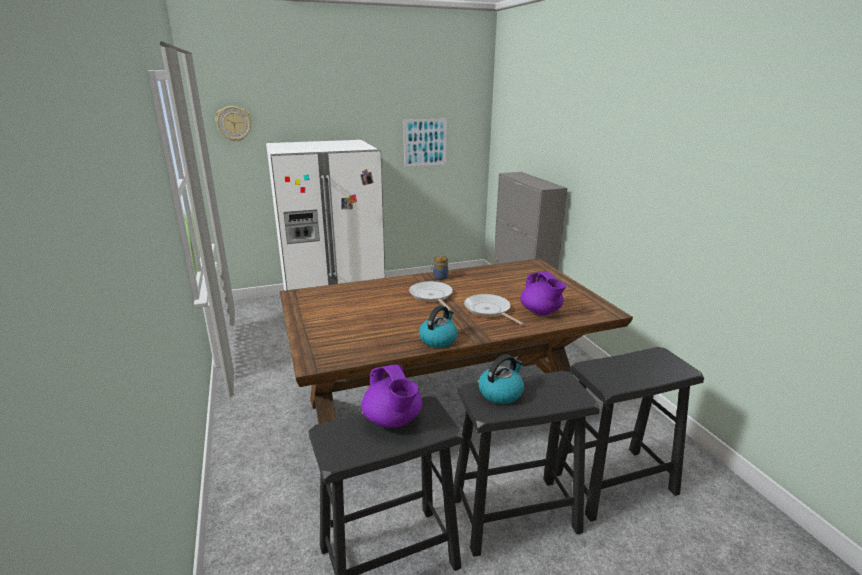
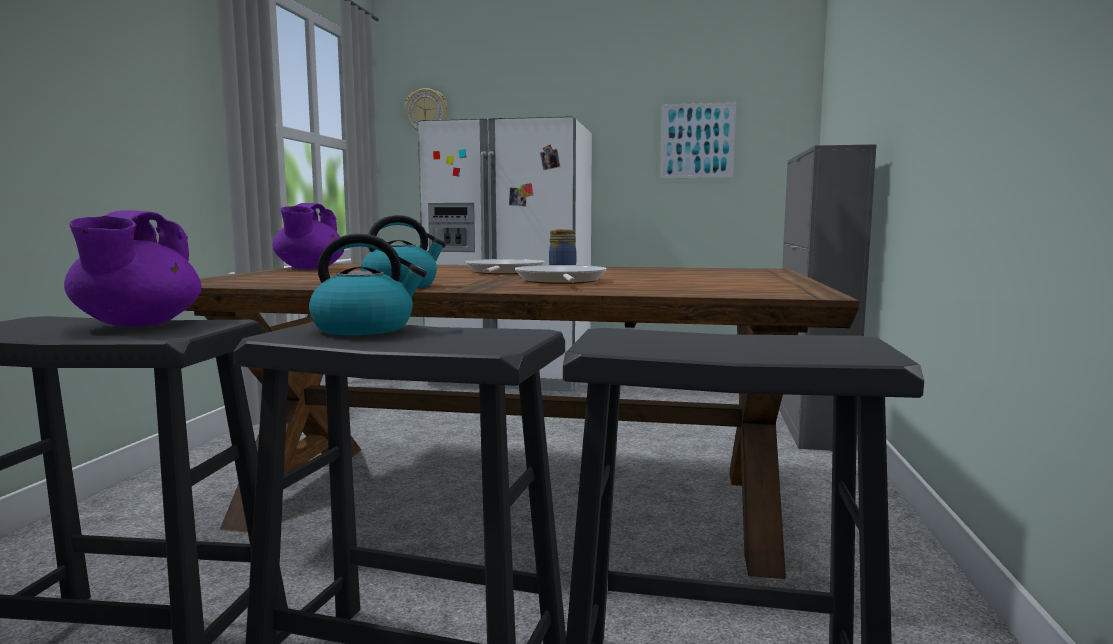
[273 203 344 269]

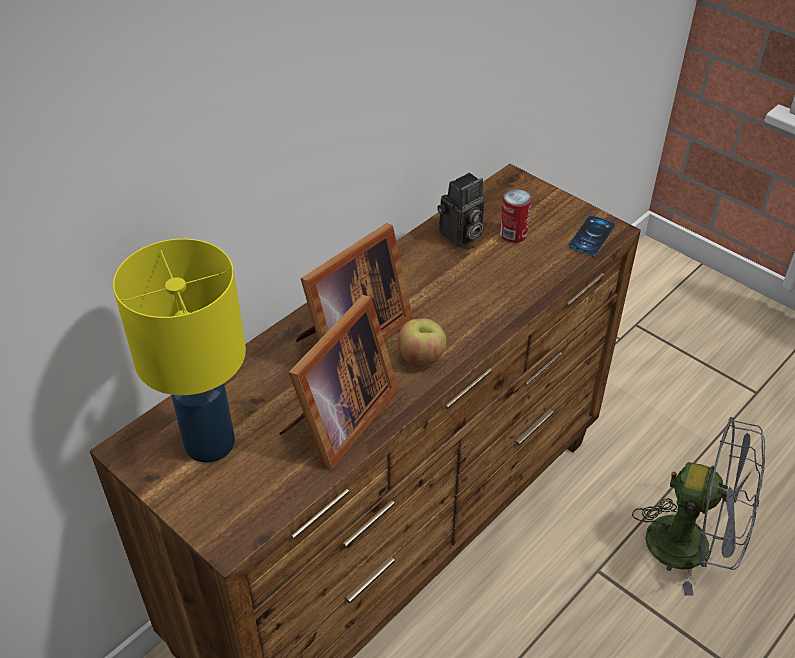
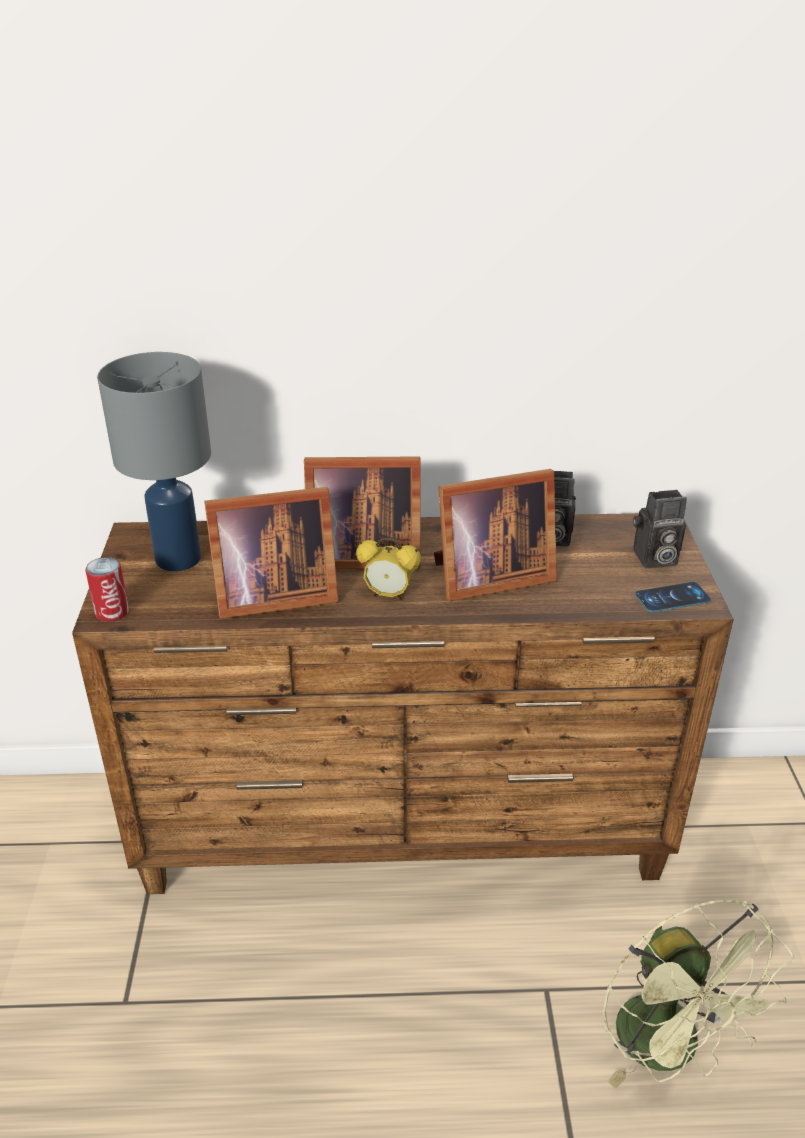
[434 469 557 601]
[633 490 687 568]
[85 557 129 622]
[356 537 421 600]
[97 352 211 571]
[603 899 794 1089]

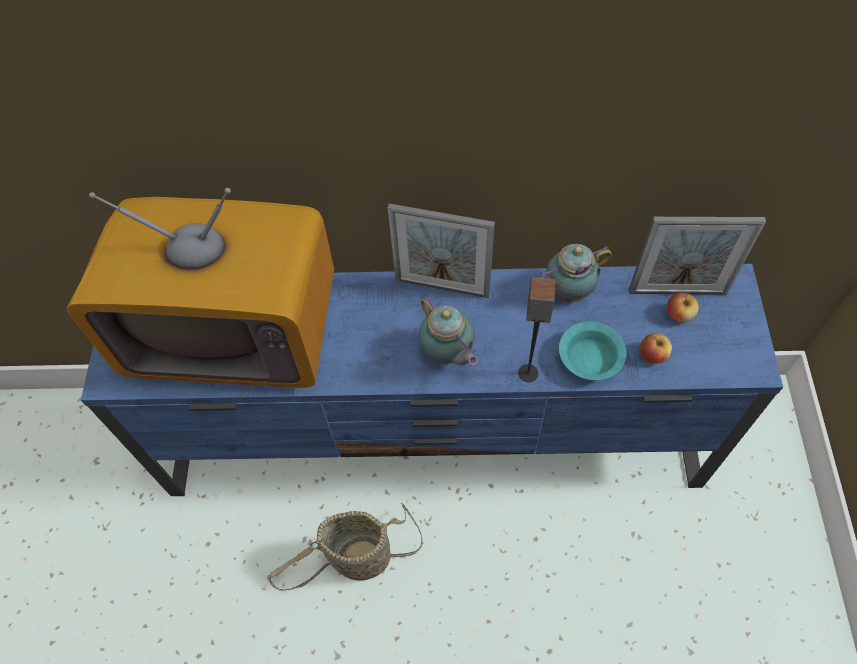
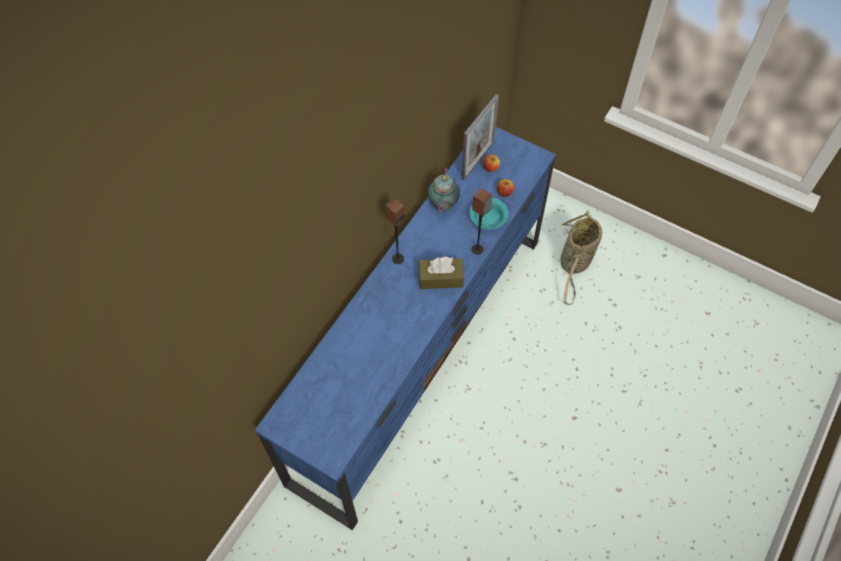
[67 188 334 388] (first image)
[560 211 602 305]
[385 197 405 264]
[418 256 464 289]

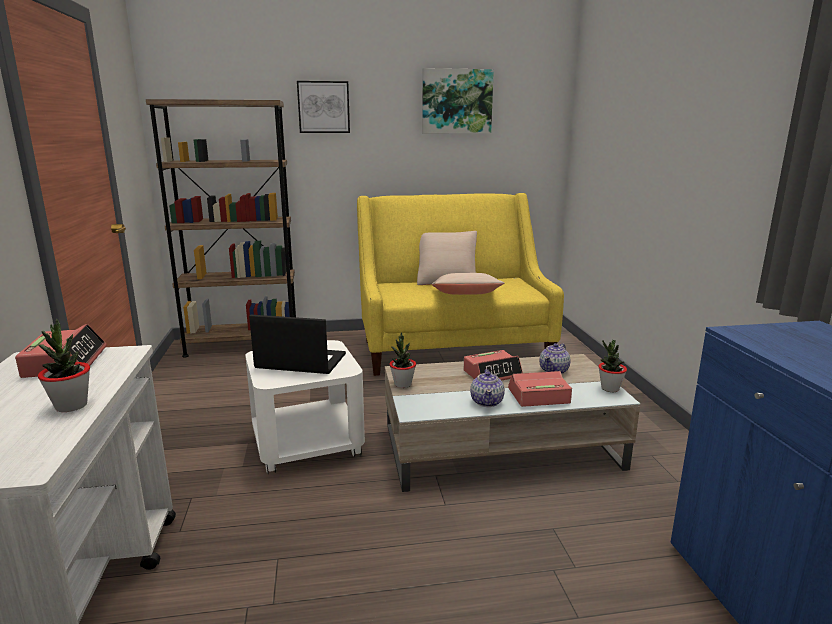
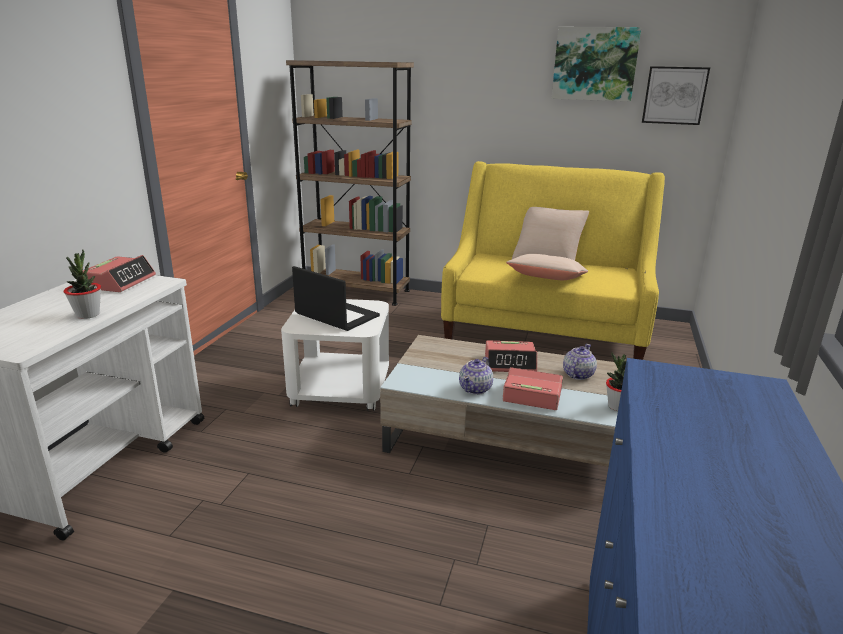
[389 332 416 388] (first image)
[642 66 710 125]
[563 344 597 380]

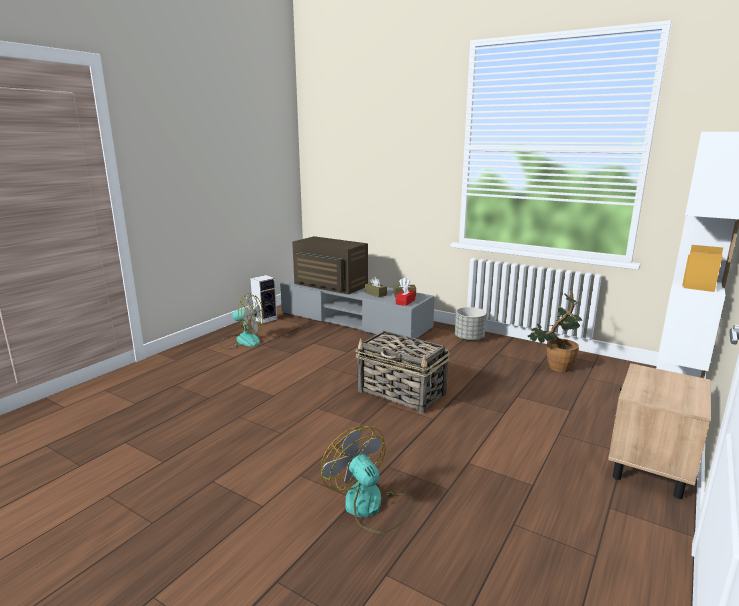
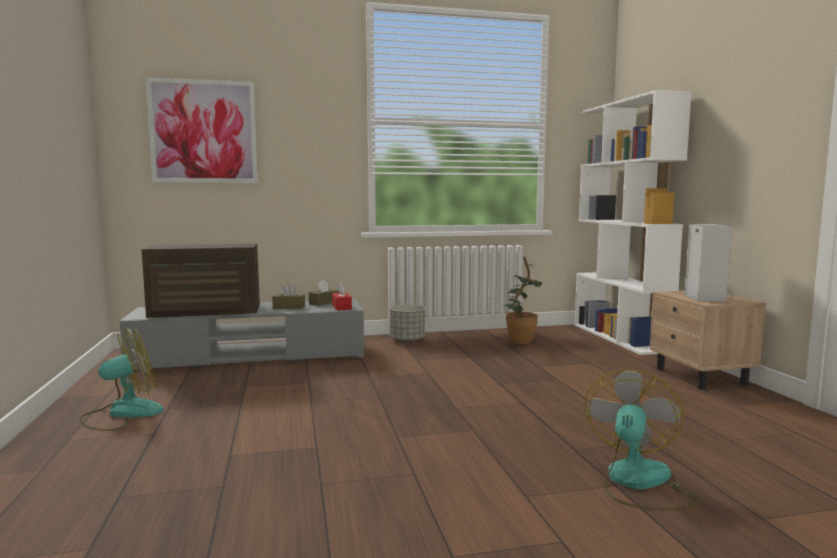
[355 331 450 414] (first image)
[145 77 258 183]
[685 224 732 301]
[585 370 700 510]

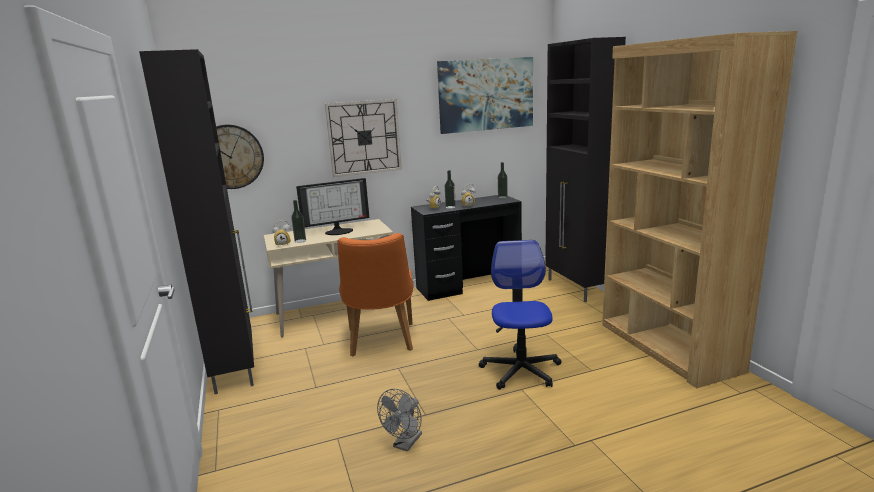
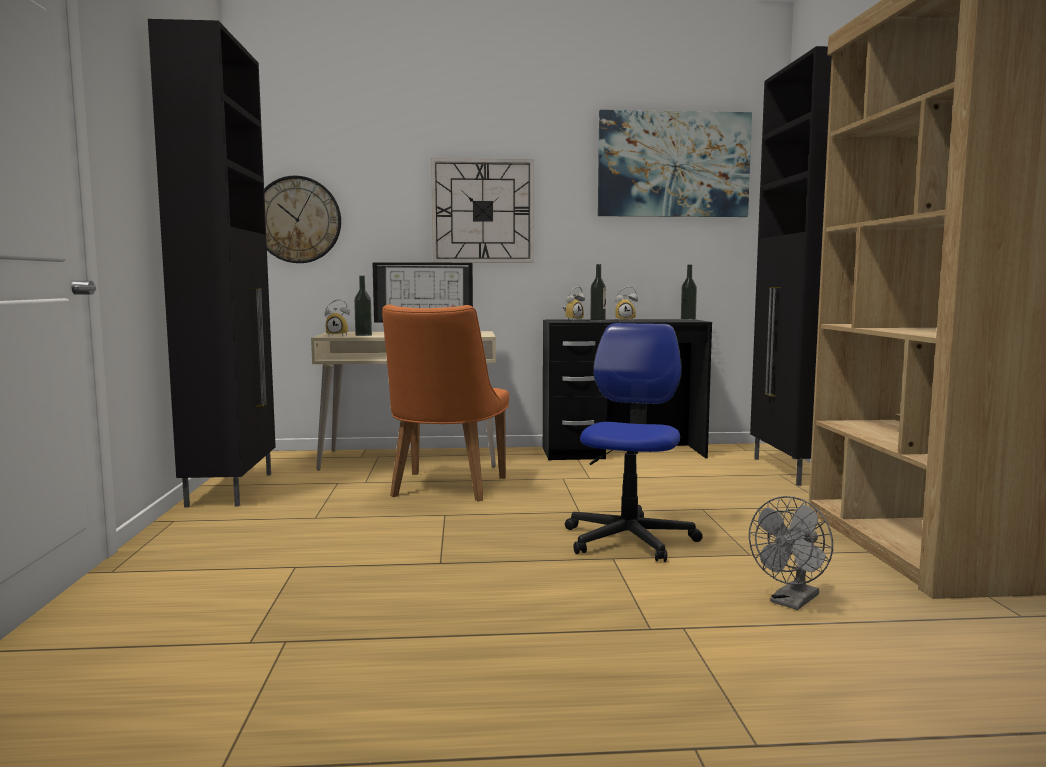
[749 496 833 610]

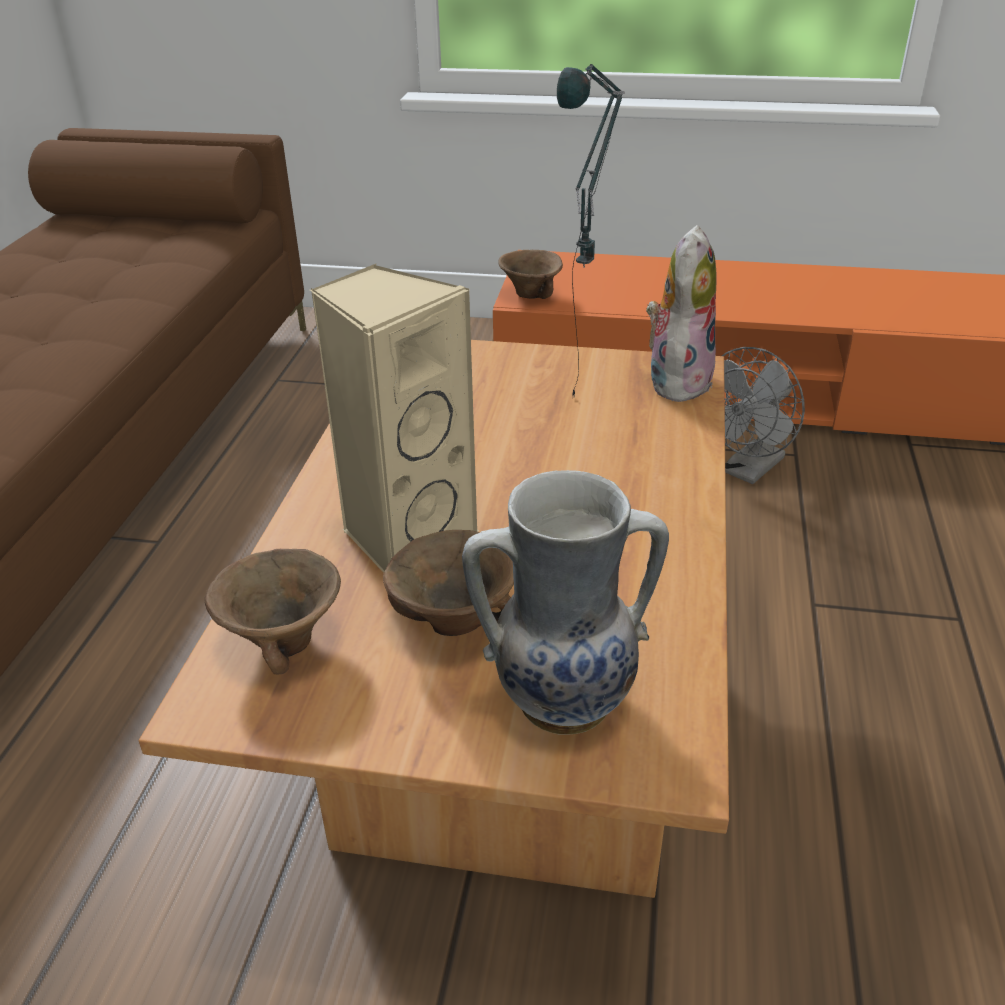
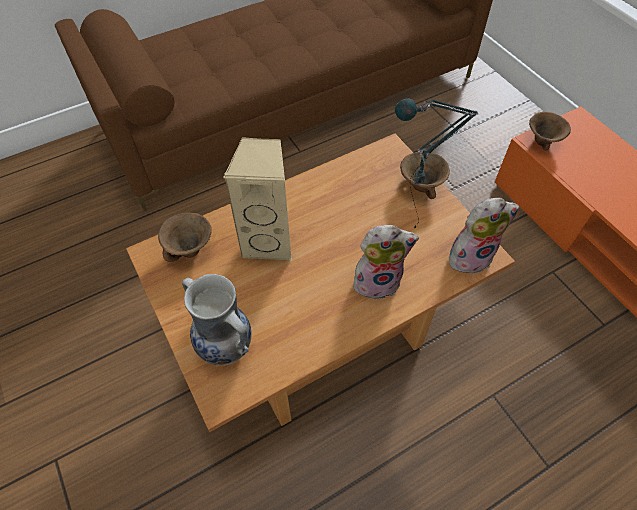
[722 347 805 484] (first image)
[353 225 419 300]
[400 151 450 199]

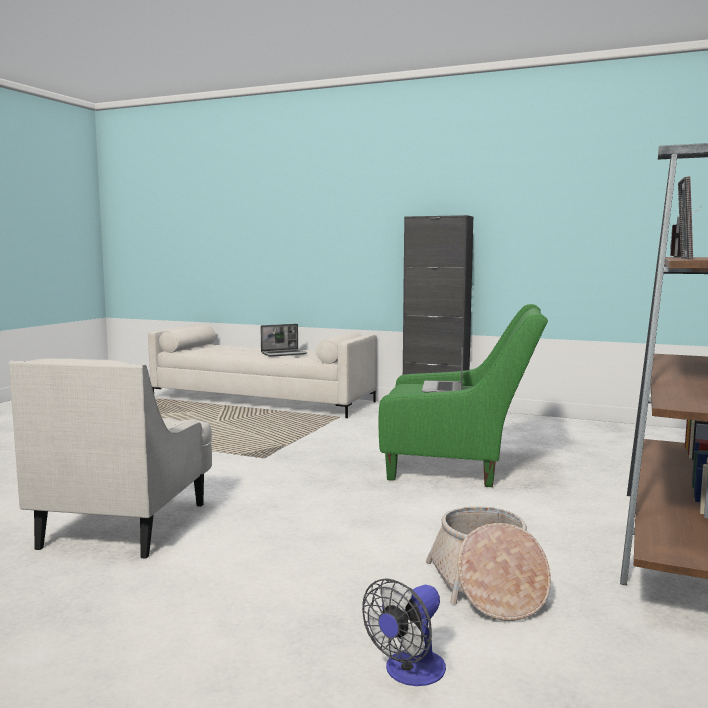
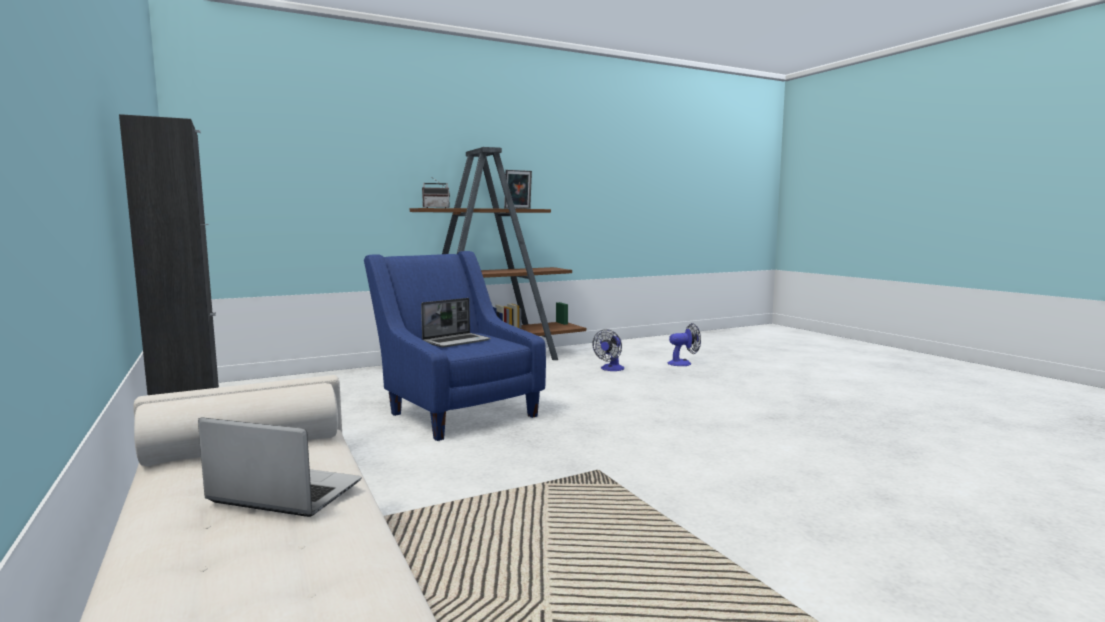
[9 358 212 559] (first image)
[593 329 624 371]
[364 251 546 441]

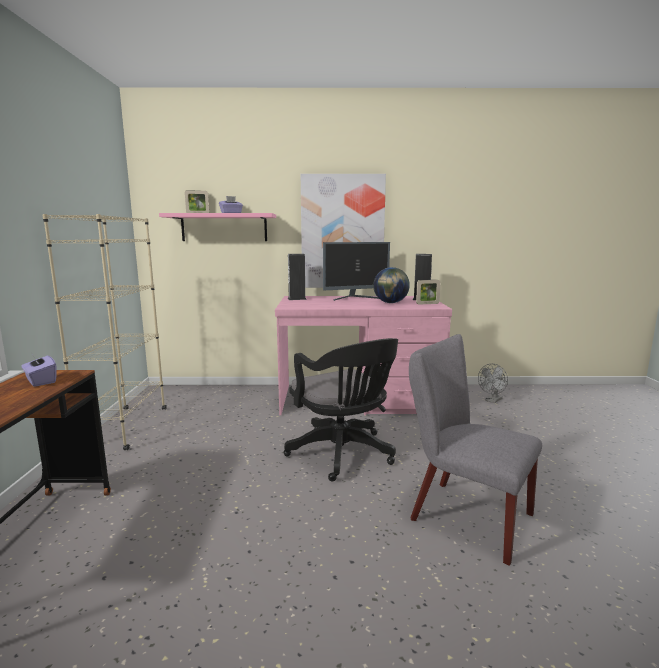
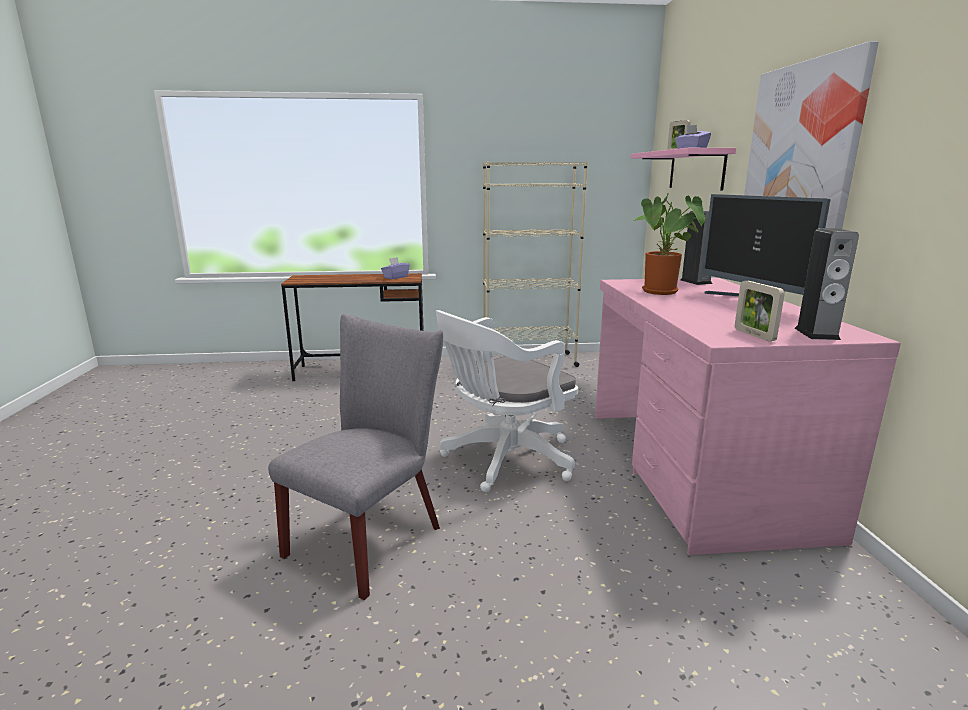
[373 267 410 303] (first image)
[478 364 508 403] (first image)
[632 194 705 295]
[436 310 578 492]

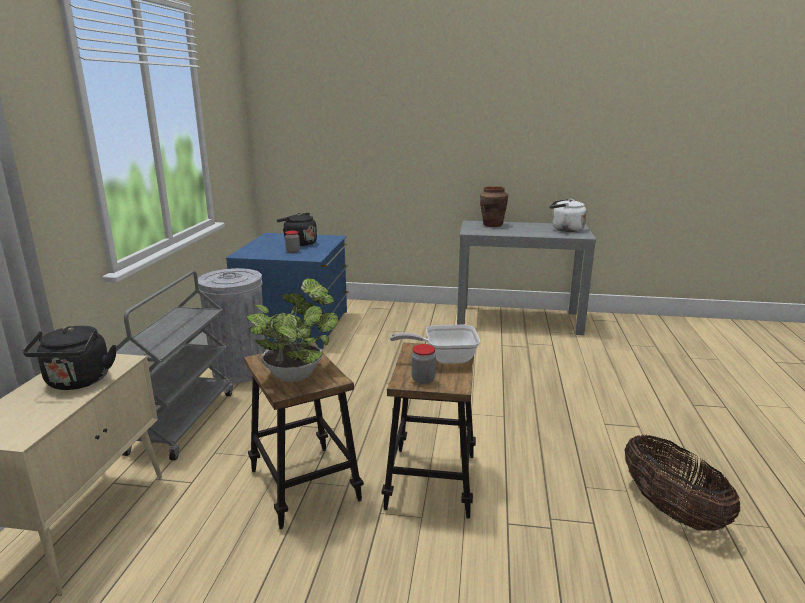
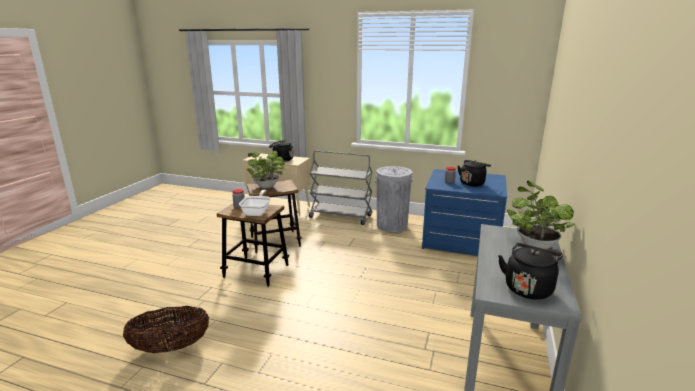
[507 181 575 250]
[498 243 563 300]

